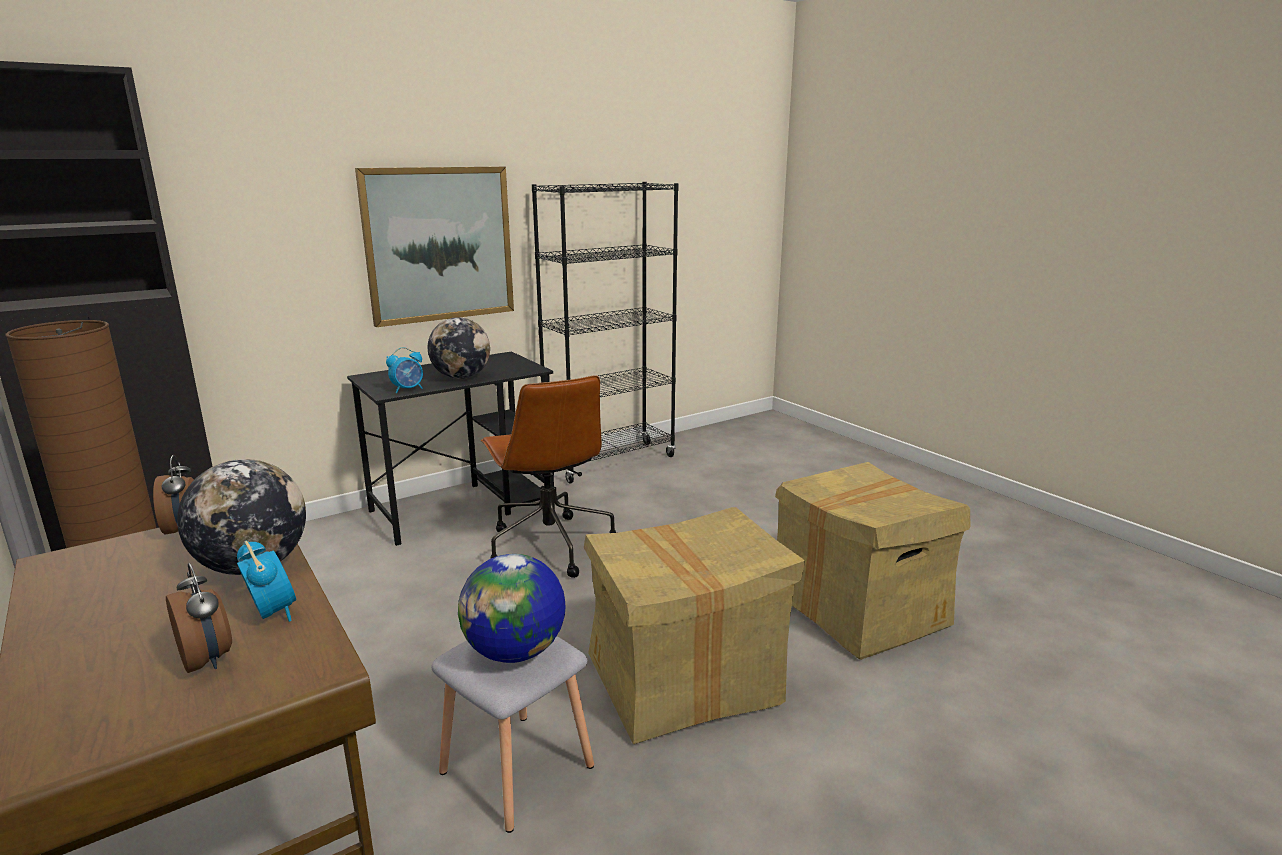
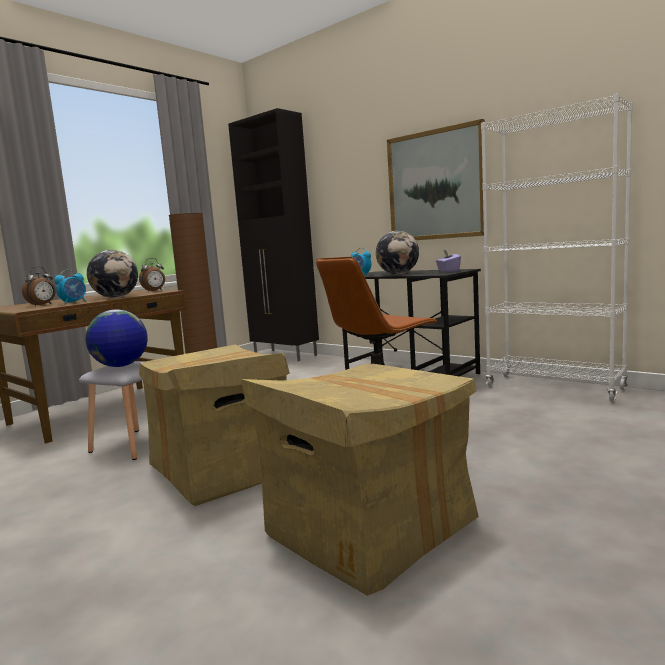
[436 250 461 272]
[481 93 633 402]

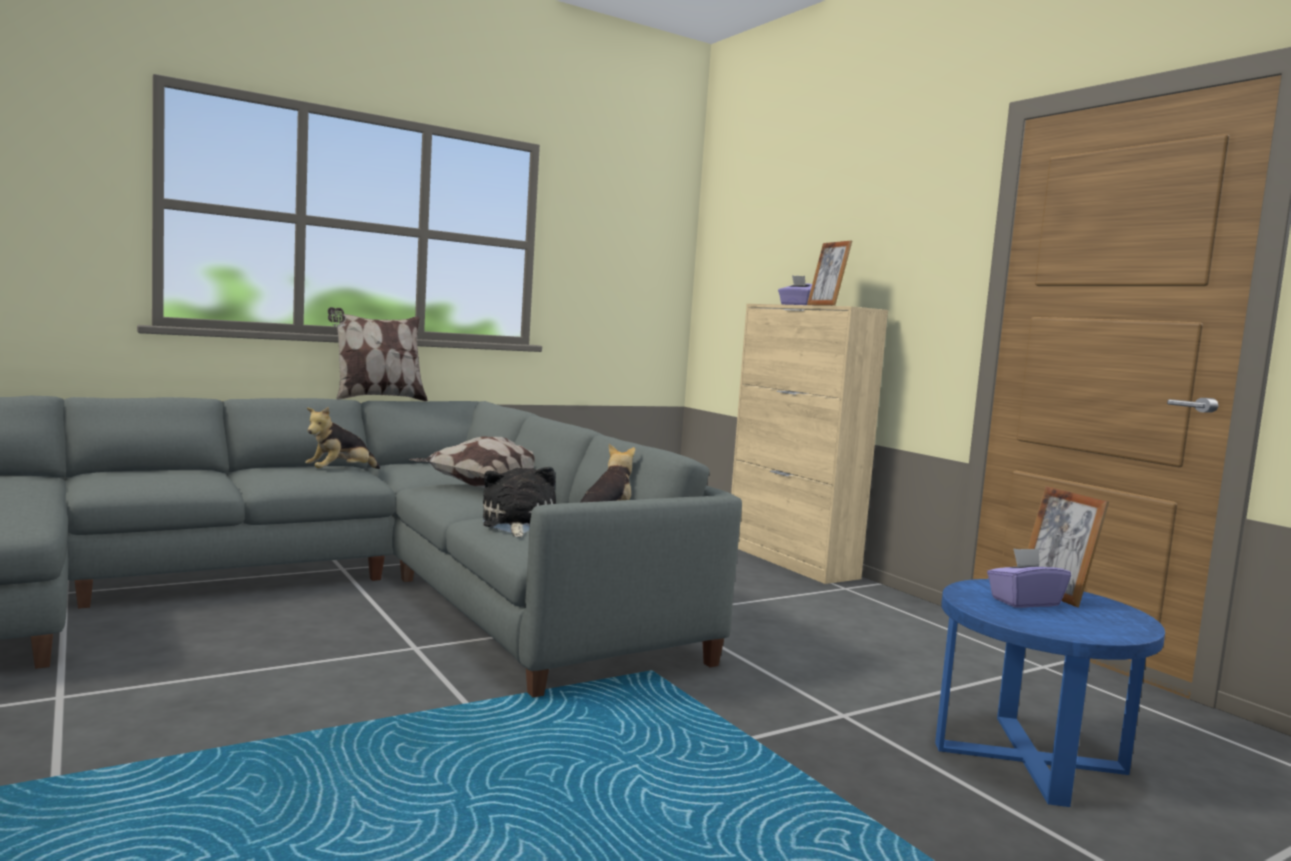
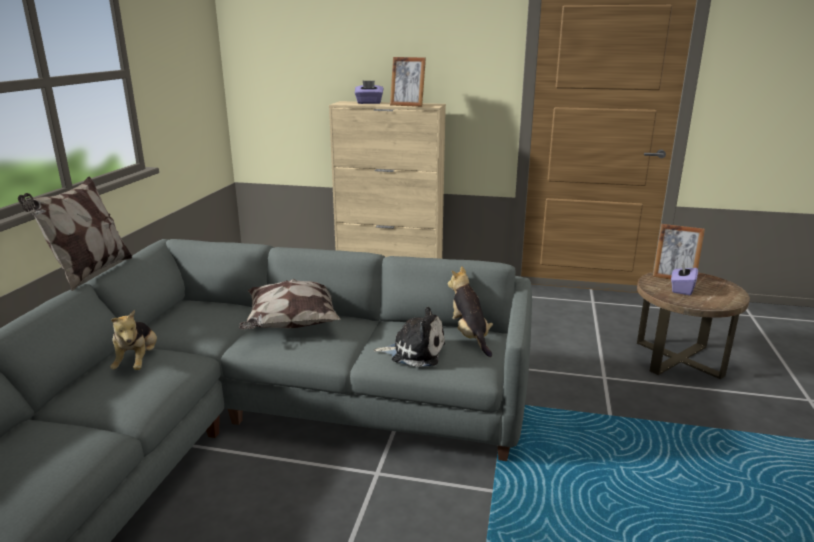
[637 272 750 379]
[373 307 445 367]

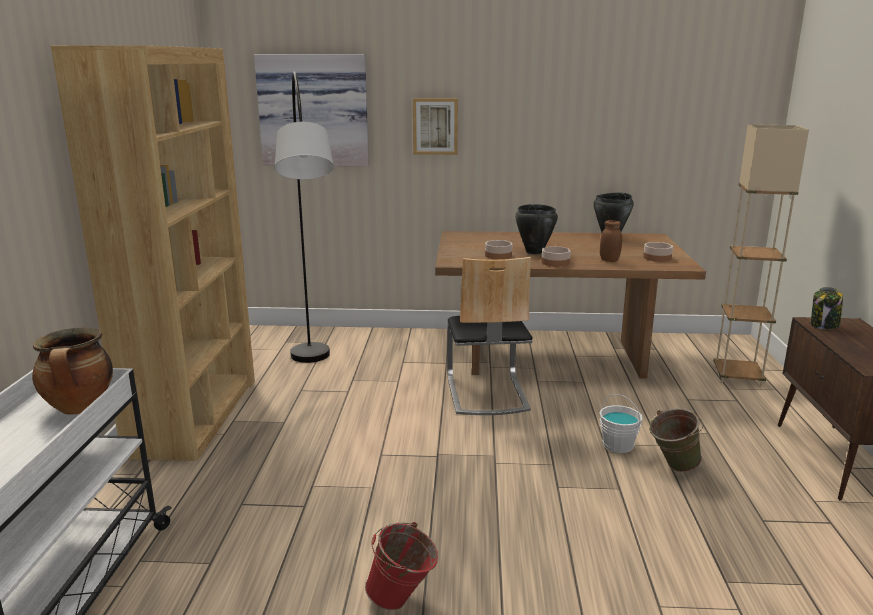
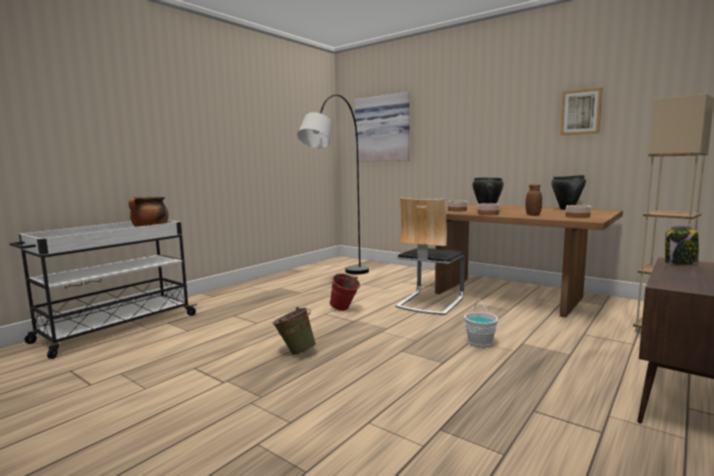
[51 45 255 461] (first image)
[329 274 360 311]
[560 88 603 135]
[272 307 316 355]

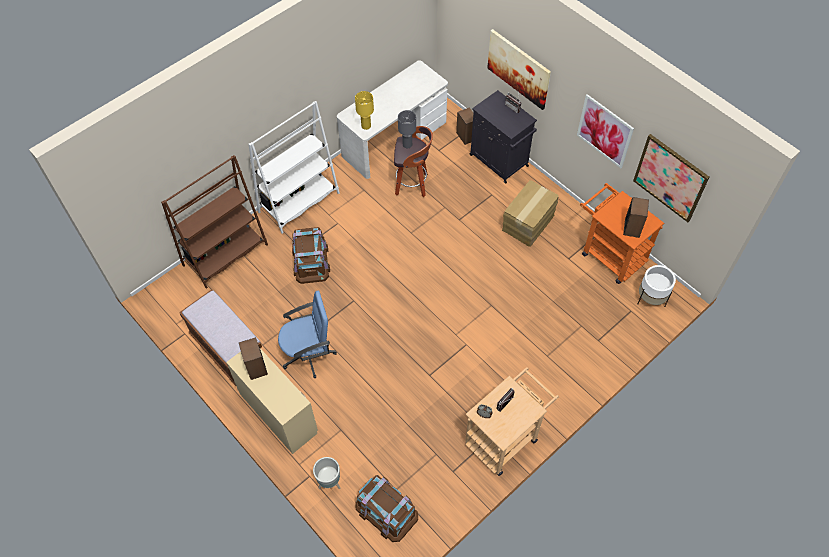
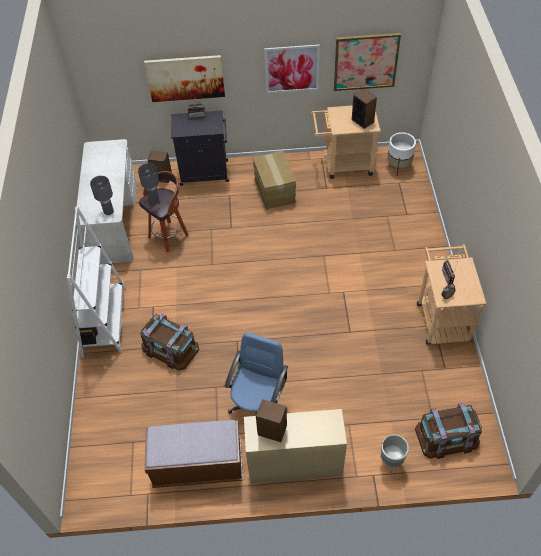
[161 155 268 289] (first image)
[90 176 114 215]
[311 105 381 179]

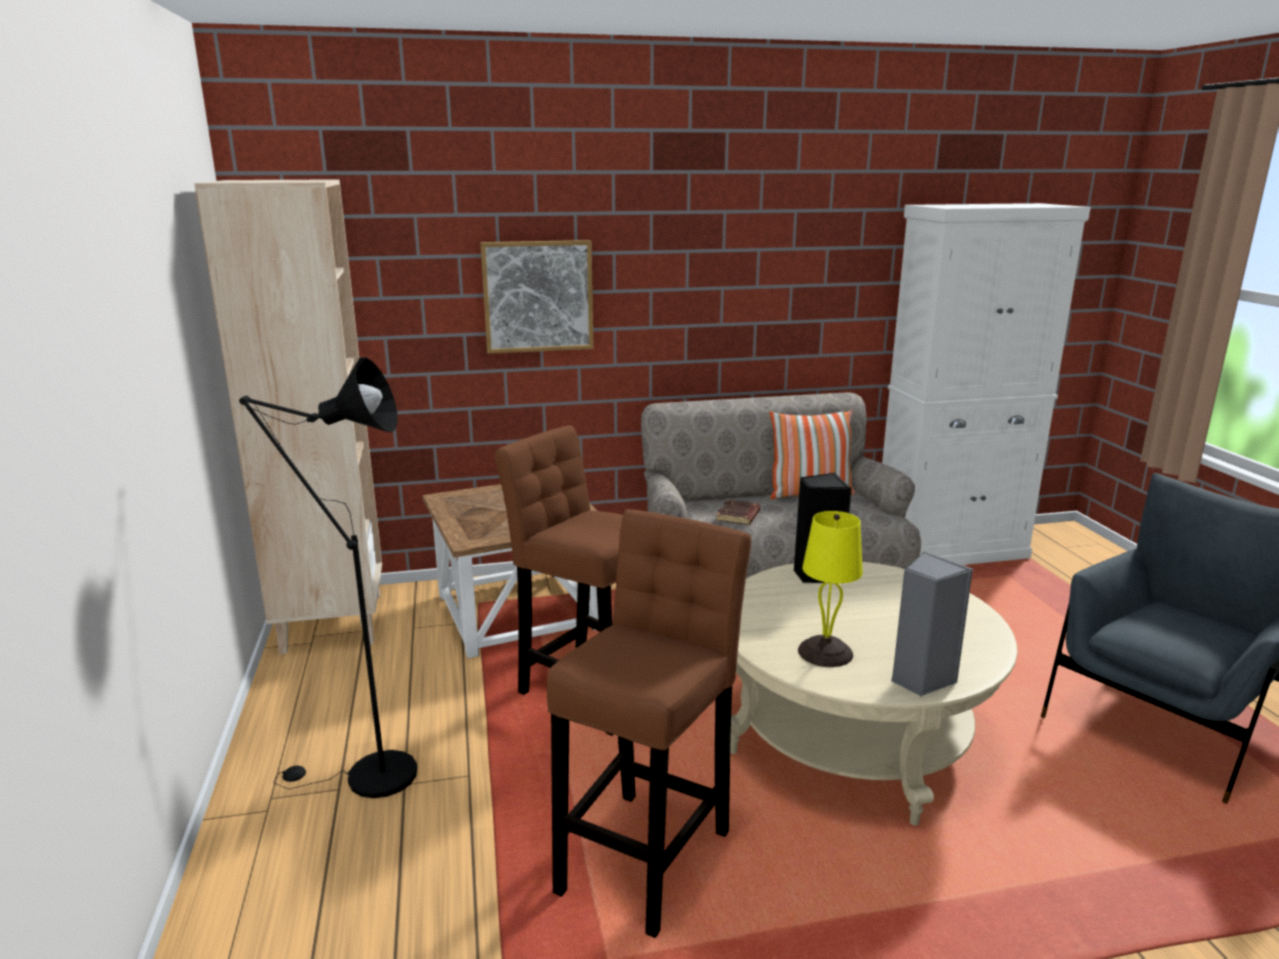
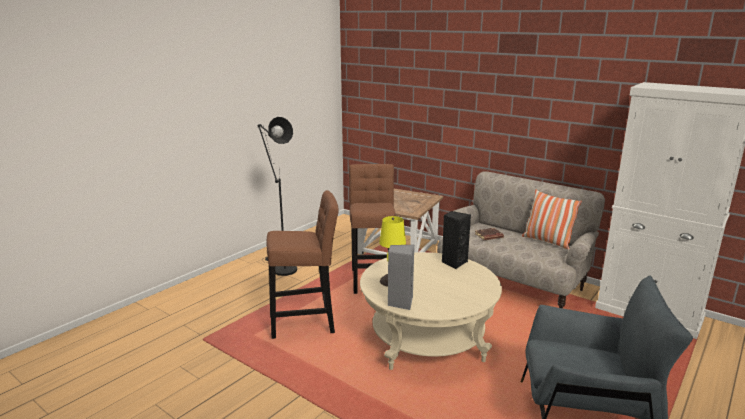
[194 179 382 654] (first image)
[480 240 594 354] (first image)

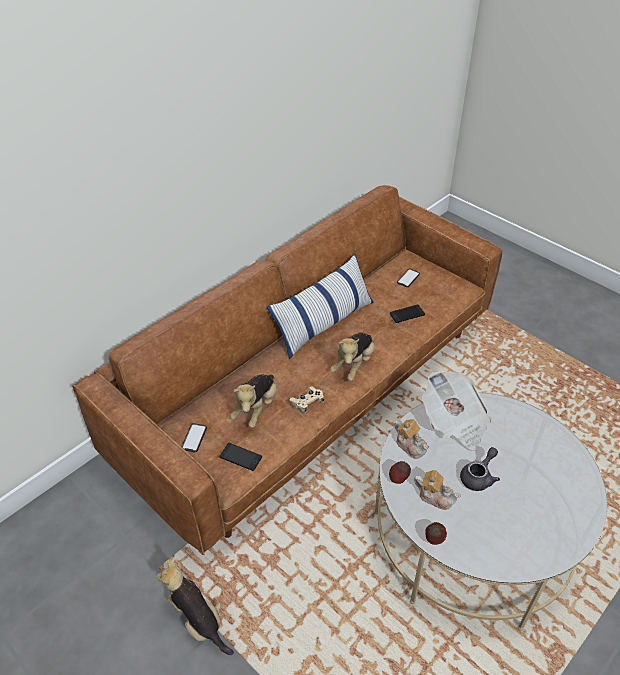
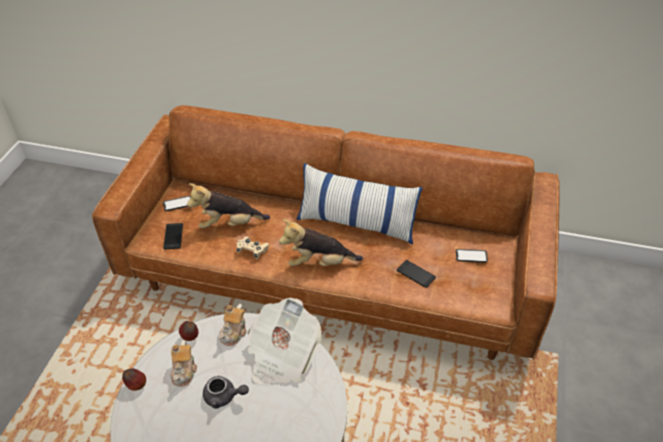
[157 560 234 655] (first image)

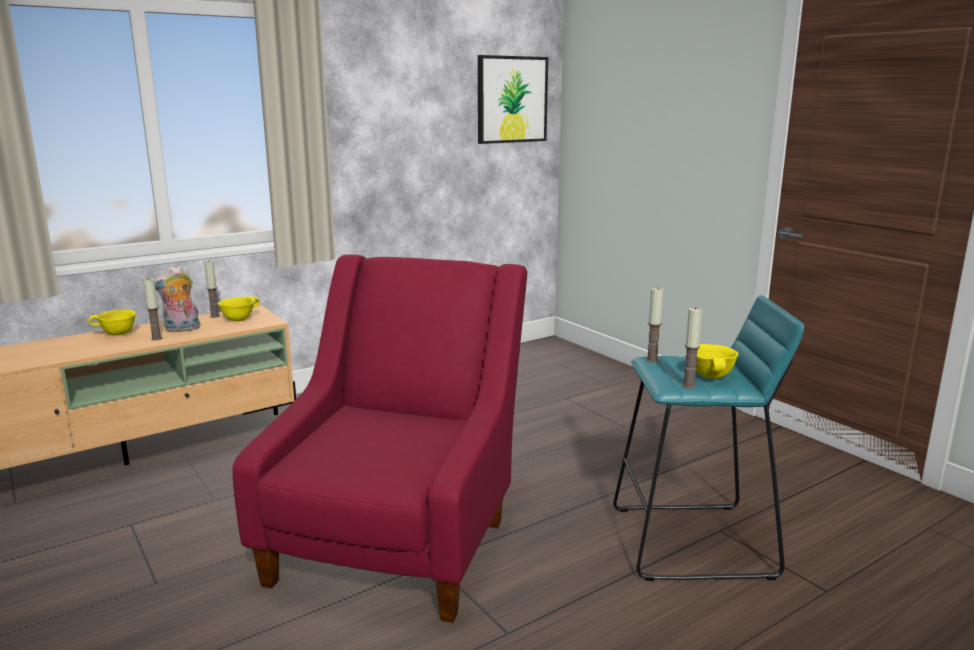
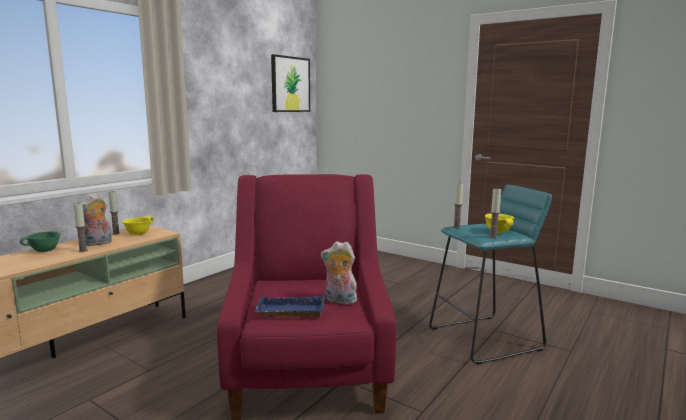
[254 295 325 317]
[321 241 357 305]
[20 231 60 252]

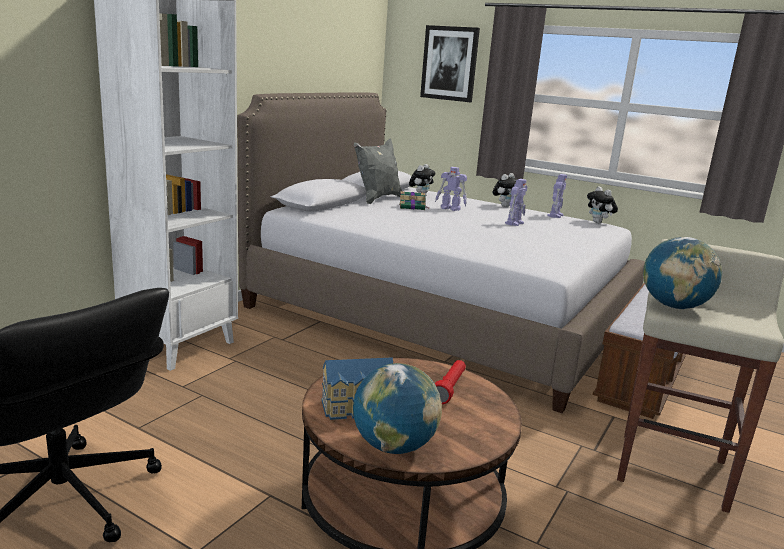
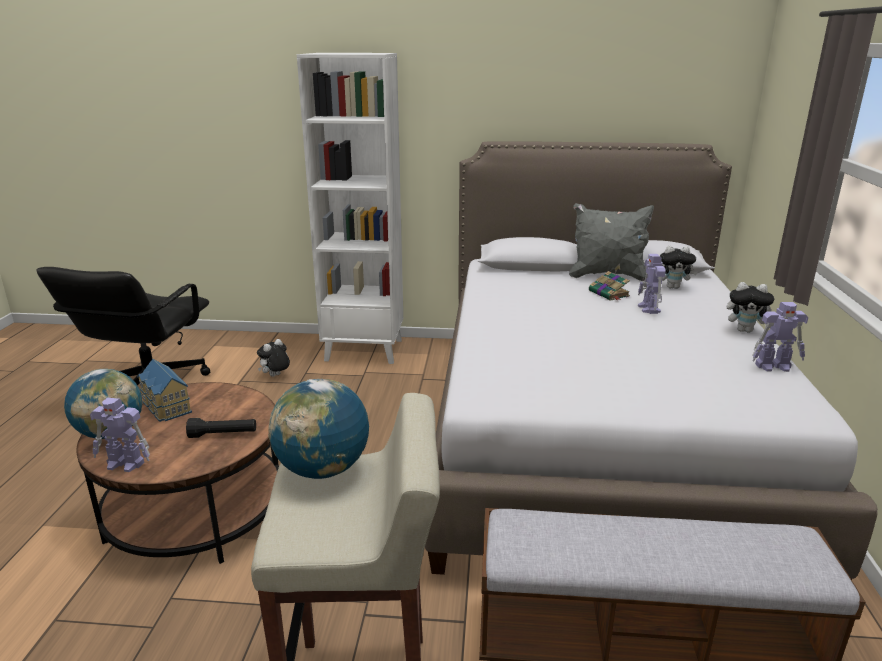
[420 25 480 102] (first image)
[90 398 150 472]
[257 339 290 377]
[186 418 256 438]

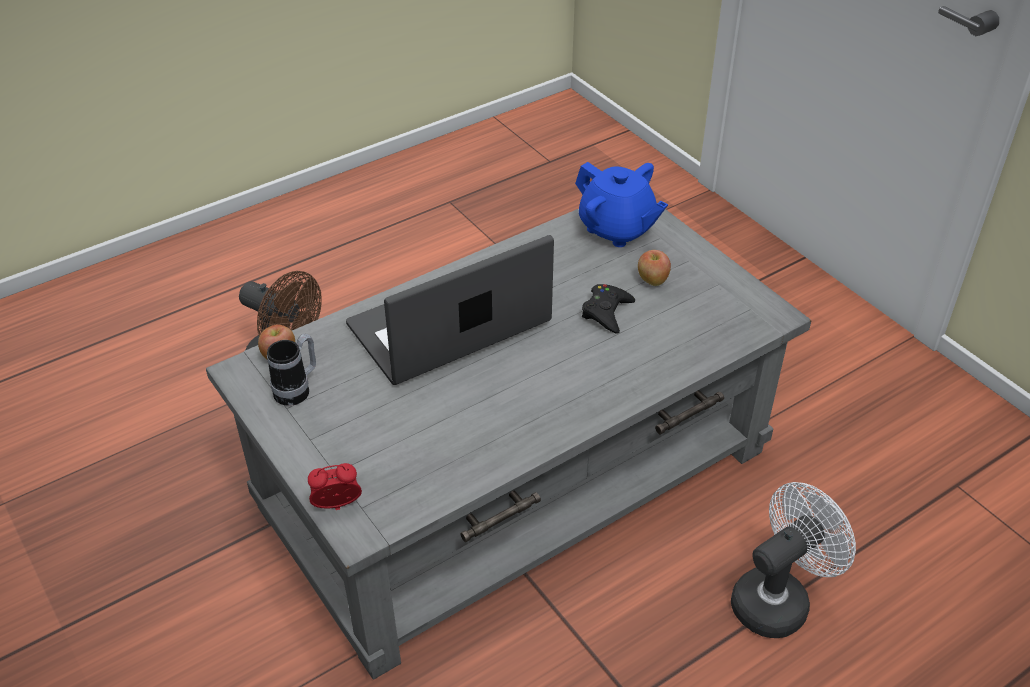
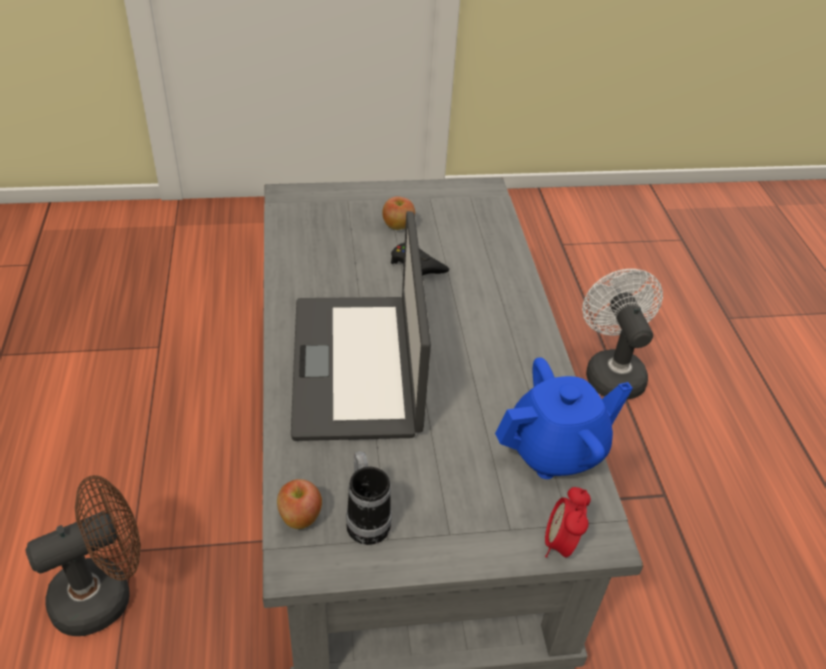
[495 357 633 479]

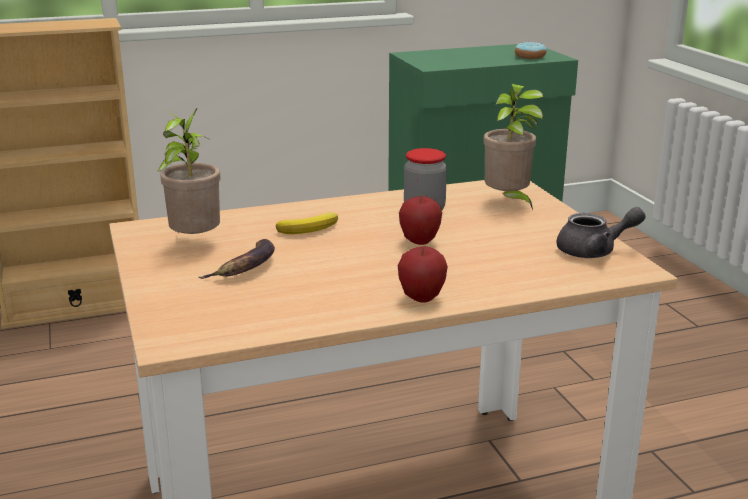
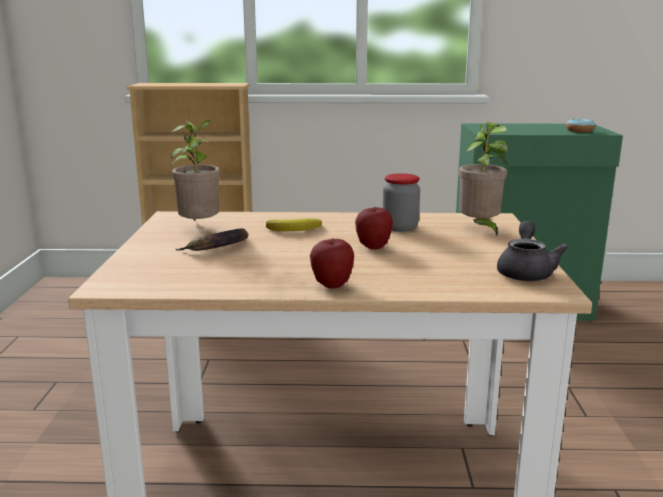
[497 221 568 281]

